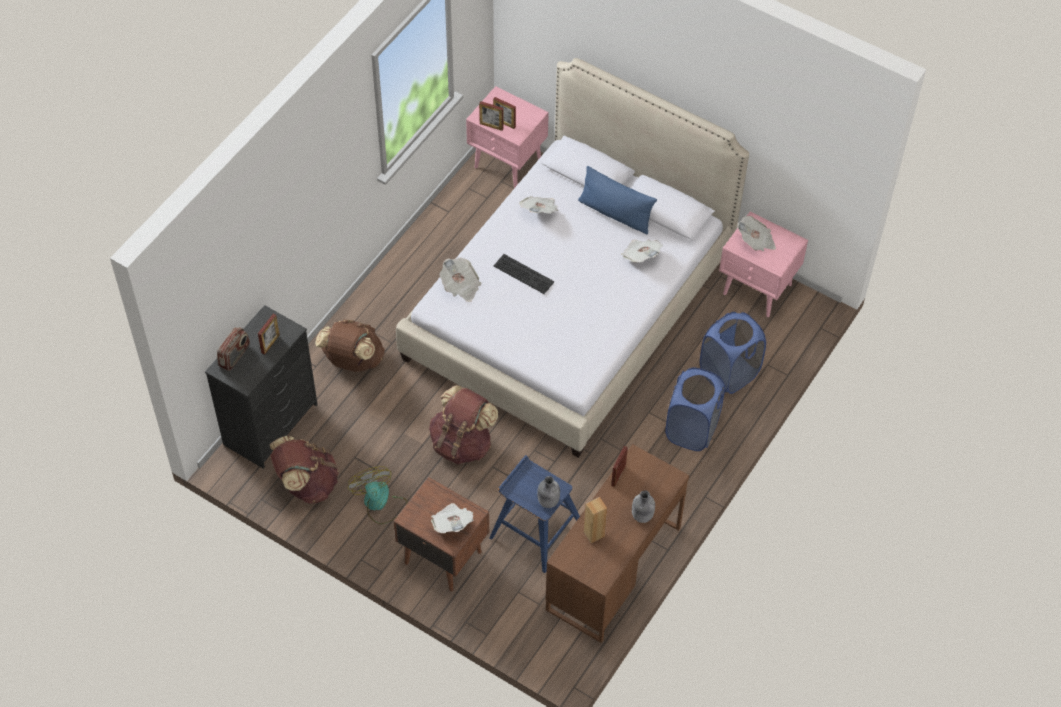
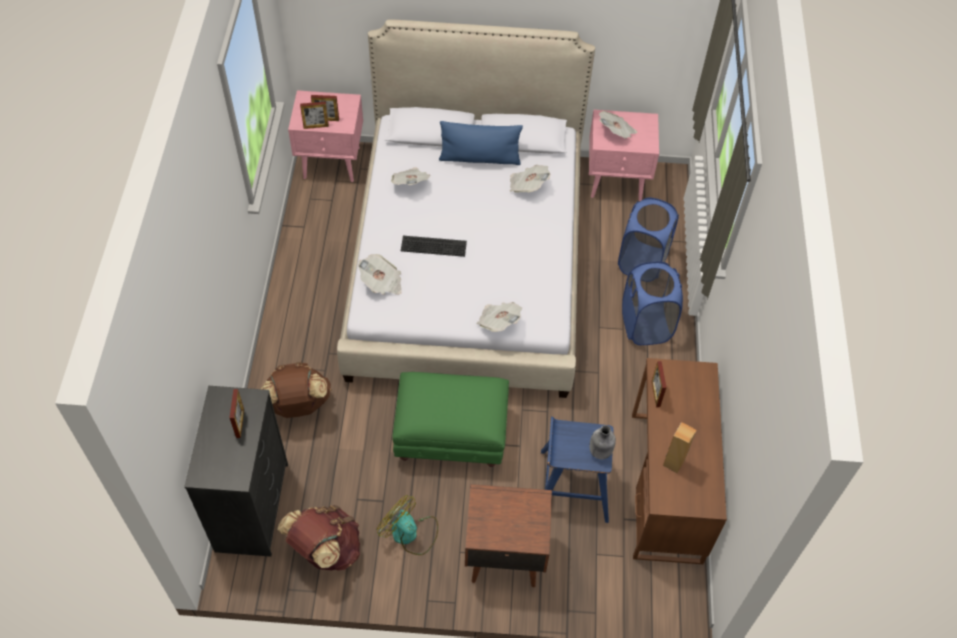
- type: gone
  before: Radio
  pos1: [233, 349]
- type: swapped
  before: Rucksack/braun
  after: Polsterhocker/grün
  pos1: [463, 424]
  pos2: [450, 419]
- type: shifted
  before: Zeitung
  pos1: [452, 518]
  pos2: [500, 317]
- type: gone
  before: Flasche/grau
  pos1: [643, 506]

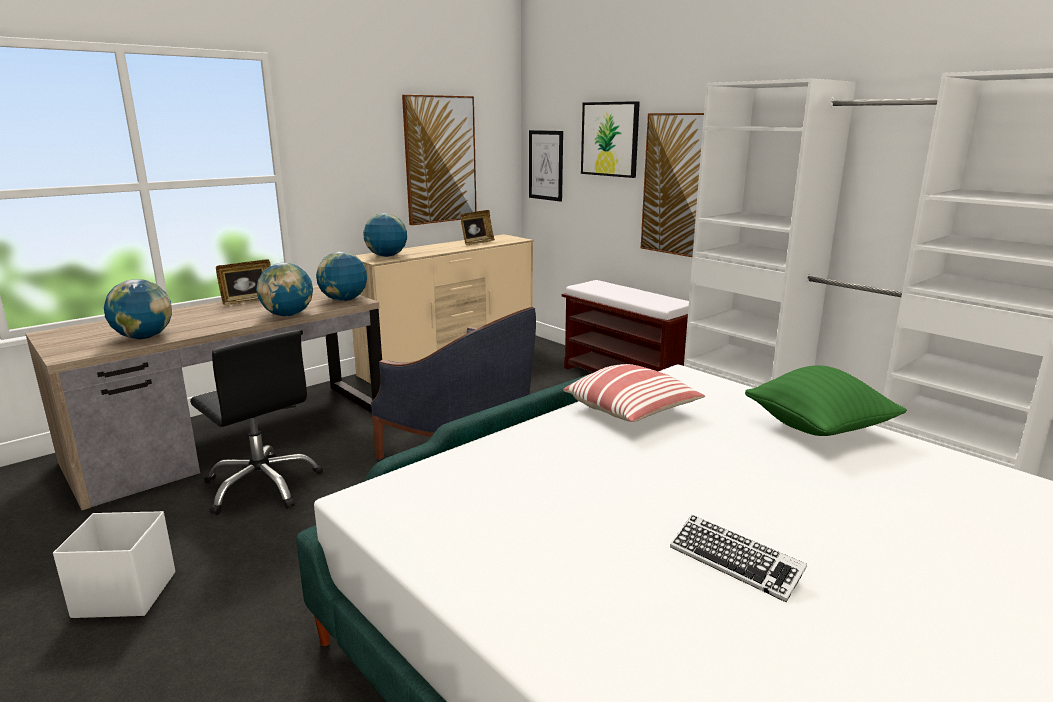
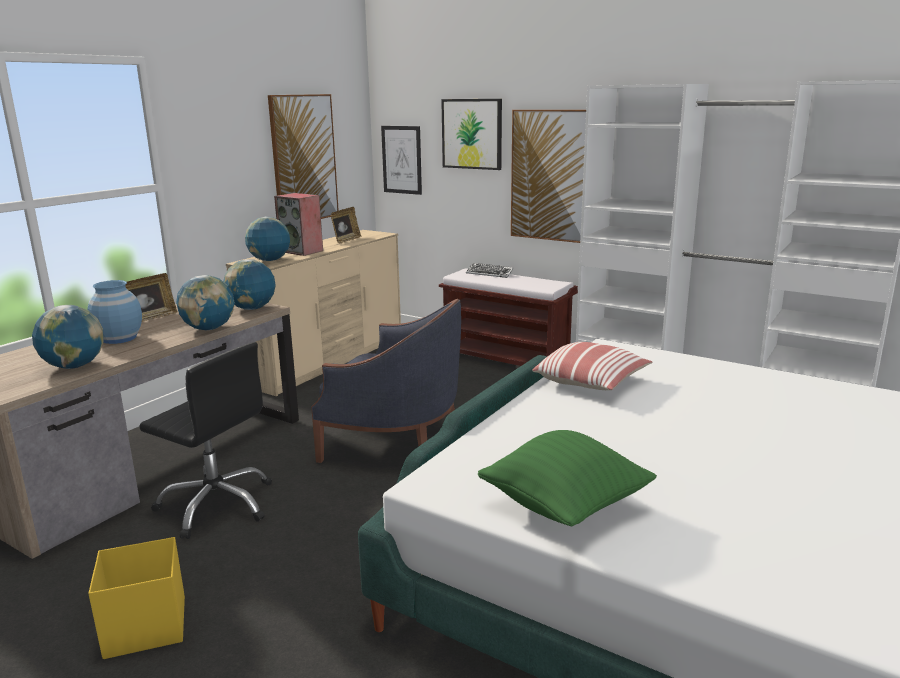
- type: repainted
  before: Aufbewahrungsbox/weiß
  after: Aufbewahrungsbox/gelb
  pos1: [114, 564]
  pos2: [136, 598]
- type: shifted
  before: Tastatur
  pos1: [738, 558]
  pos2: [490, 270]
- type: shifted
  before: Kissen/grün
  pos1: [826, 400]
  pos2: [567, 478]
- type: new
  after: Vase/blau
  pos2: [115, 312]
- type: new
  after: Lautsprecher
  pos2: [298, 224]

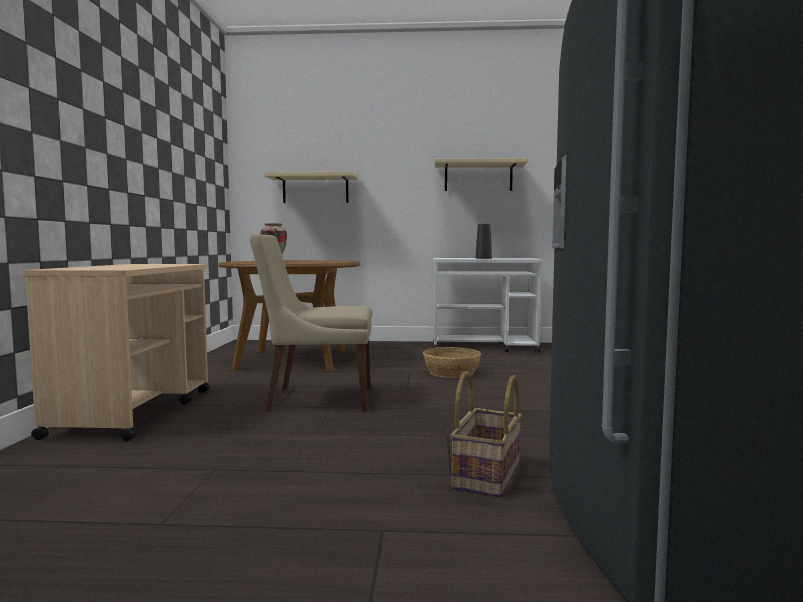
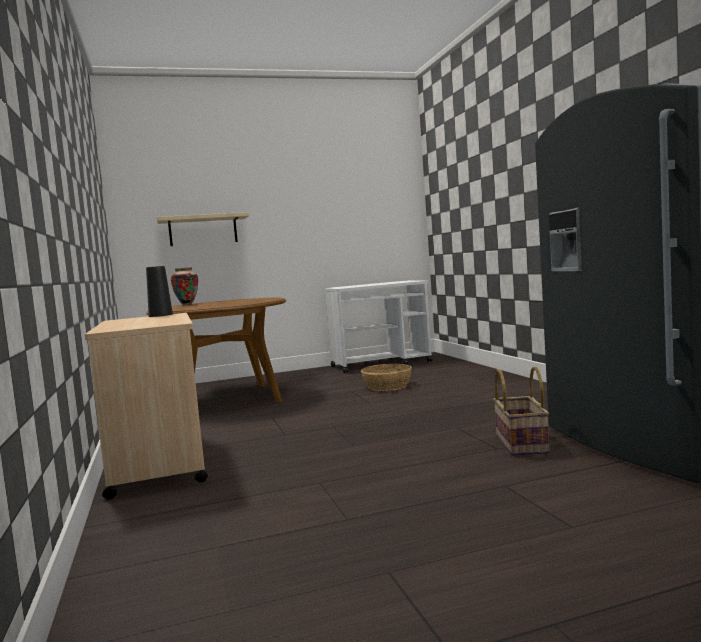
- type: gone
  before: Stuhl/beige
  pos1: [311, 323]
- type: gone
  before: Wandregal/beige
  pos1: [481, 174]
- type: shifted
  before: Vase/schwarz
  pos1: [484, 241]
  pos2: [159, 291]

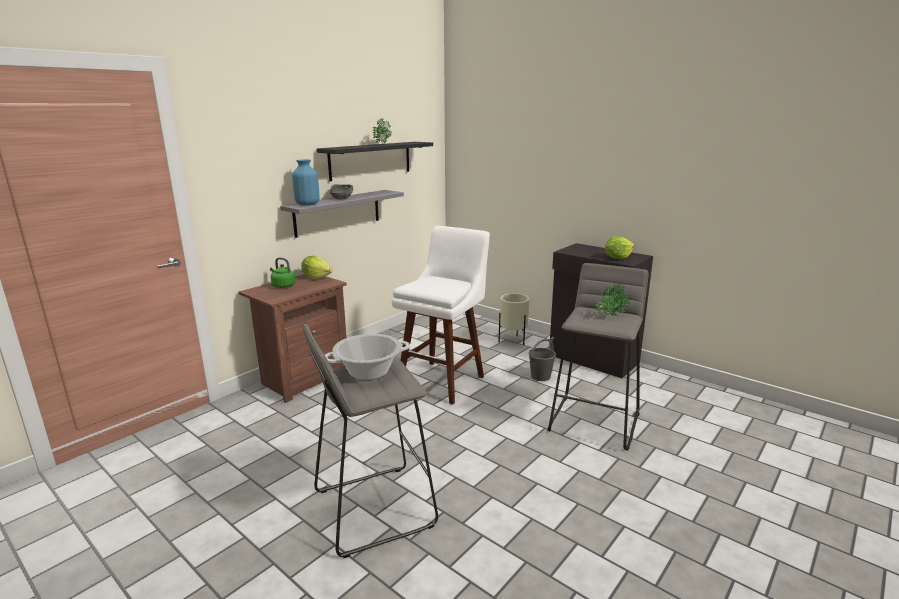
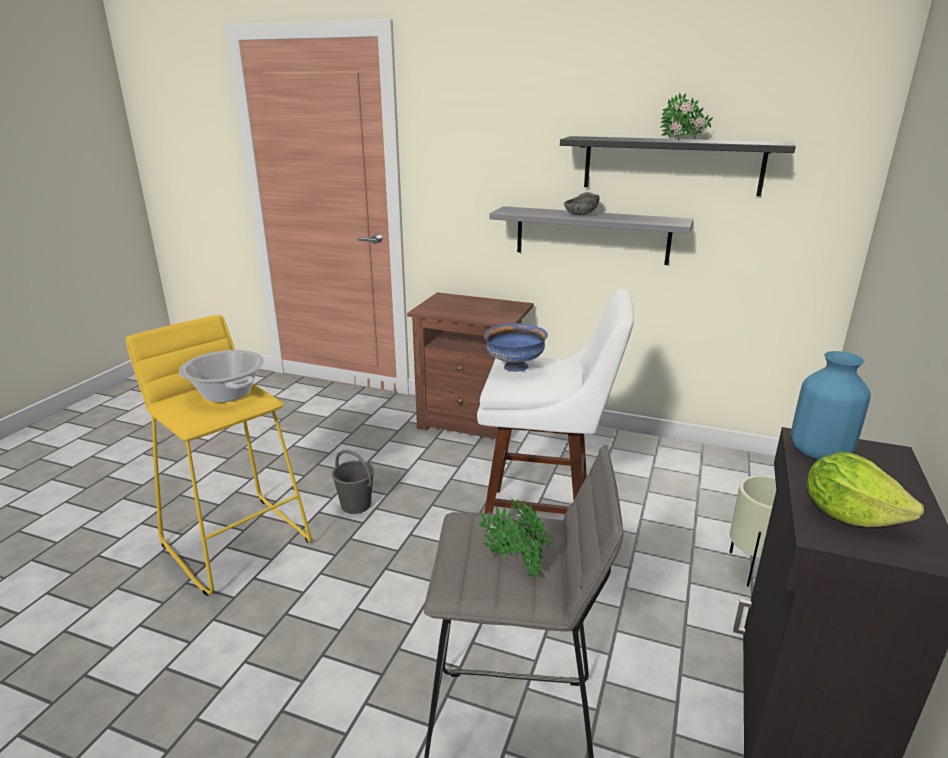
- type: gone
  before: Wasserkessel/grün
  pos1: [283, 273]
- type: shifted
  before: Vase/blau
  pos1: [306, 182]
  pos2: [831, 405]
- type: gone
  before: Salatkopf
  pos1: [316, 267]
- type: repainted
  before: Hocker/grau
  after: Hocker/gelb
  pos1: [370, 441]
  pos2: [219, 455]
- type: shifted
  before: Eimer/grau
  pos1: [542, 360]
  pos2: [353, 482]
- type: new
  after: Schüssel/blau
  pos2: [516, 347]

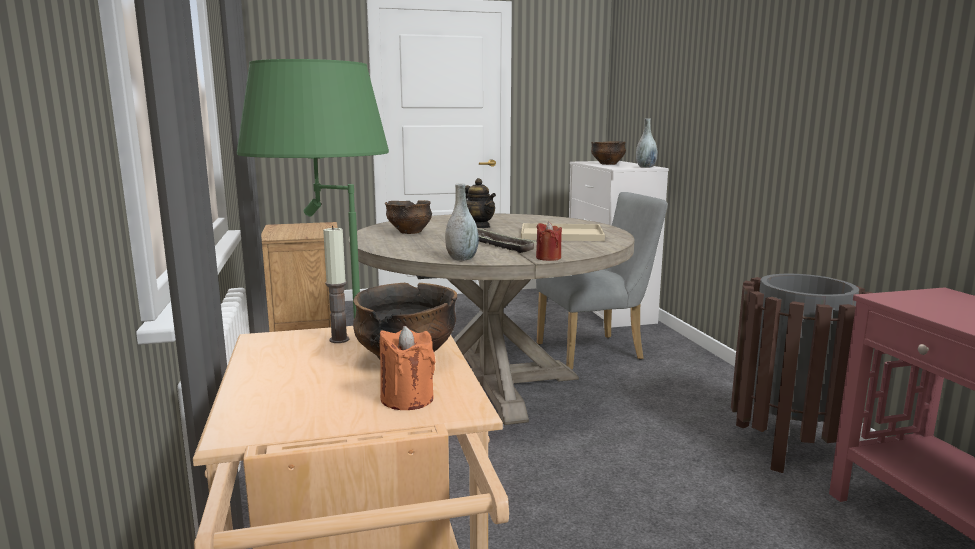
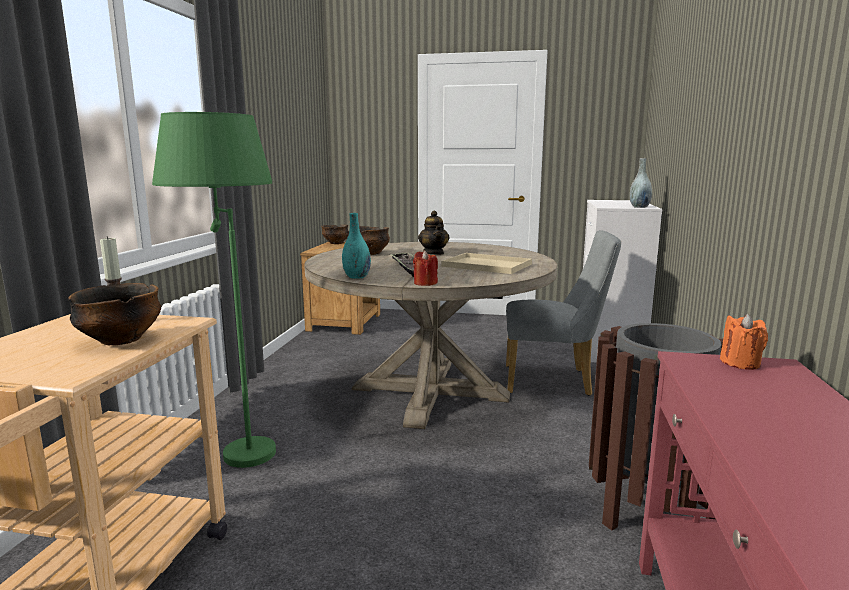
- type: shifted
  before: Kerze/orange
  pos1: [407, 368]
  pos2: [744, 342]
- type: repainted
  before: Vase/grau
  after: Vase/türkis
  pos1: [462, 222]
  pos2: [356, 246]
- type: shifted
  before: Schüssel
  pos1: [608, 153]
  pos2: [335, 234]

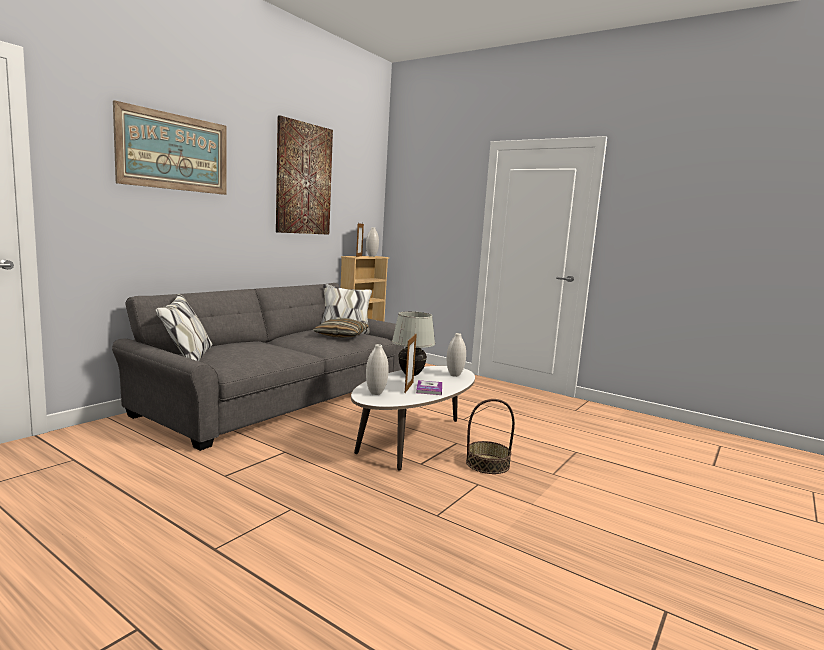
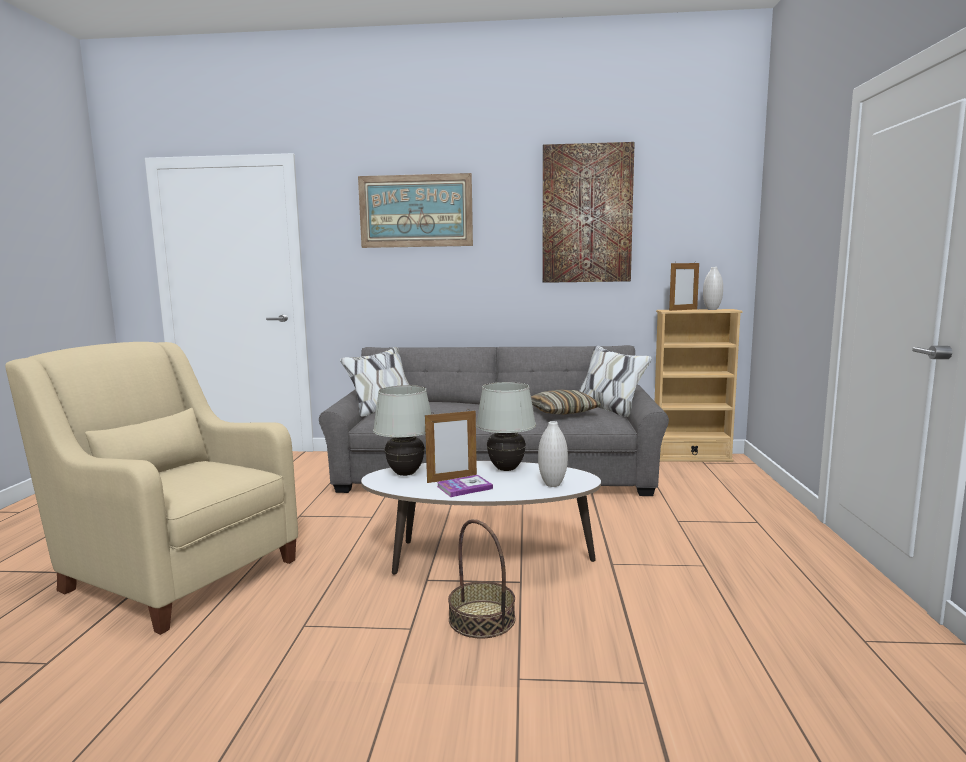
- type: swapped
  before: Vase/weiß
  after: Tischlampe/weiß
  pos1: [377, 369]
  pos2: [402, 430]
- type: new
  after: Sessel/beige
  pos2: [151, 488]

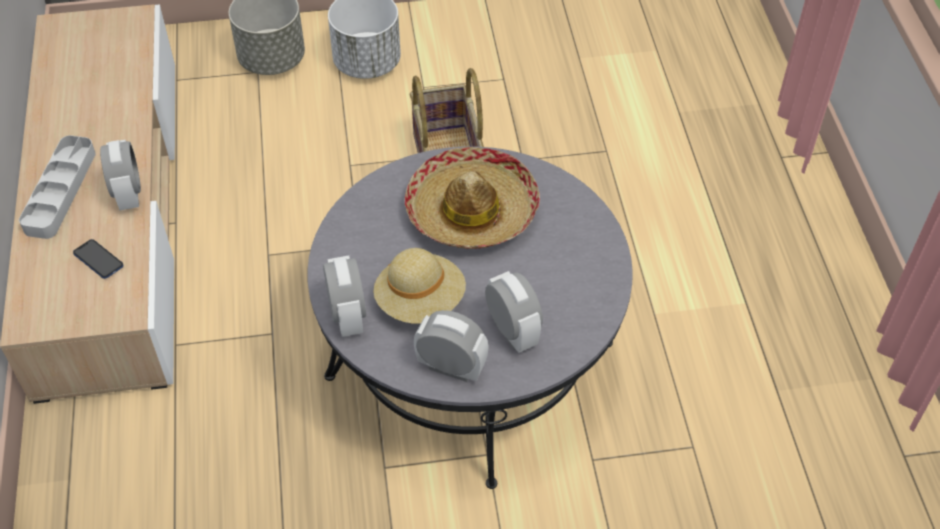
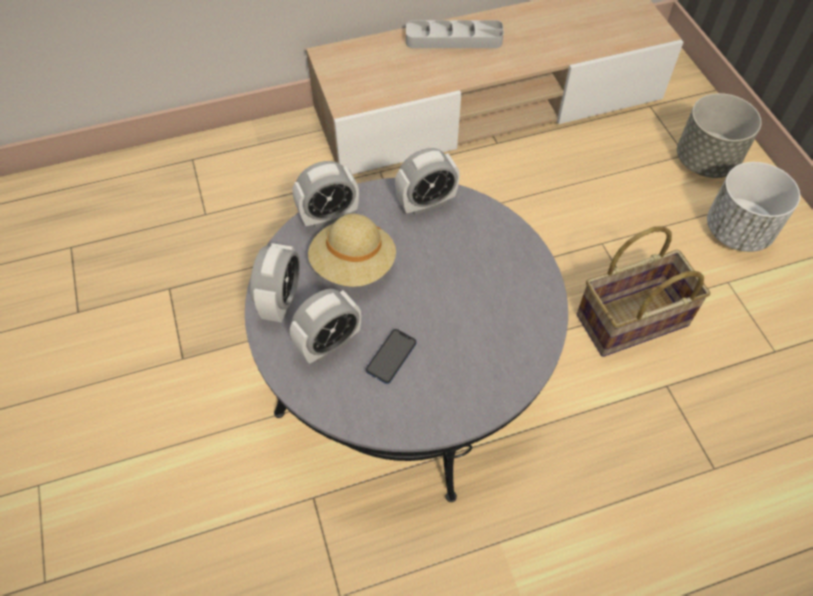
- type: shifted
  before: Handy
  pos1: [98, 259]
  pos2: [391, 356]
- type: shifted
  before: Wecker
  pos1: [120, 175]
  pos2: [427, 181]
- type: gone
  before: Hut
  pos1: [472, 198]

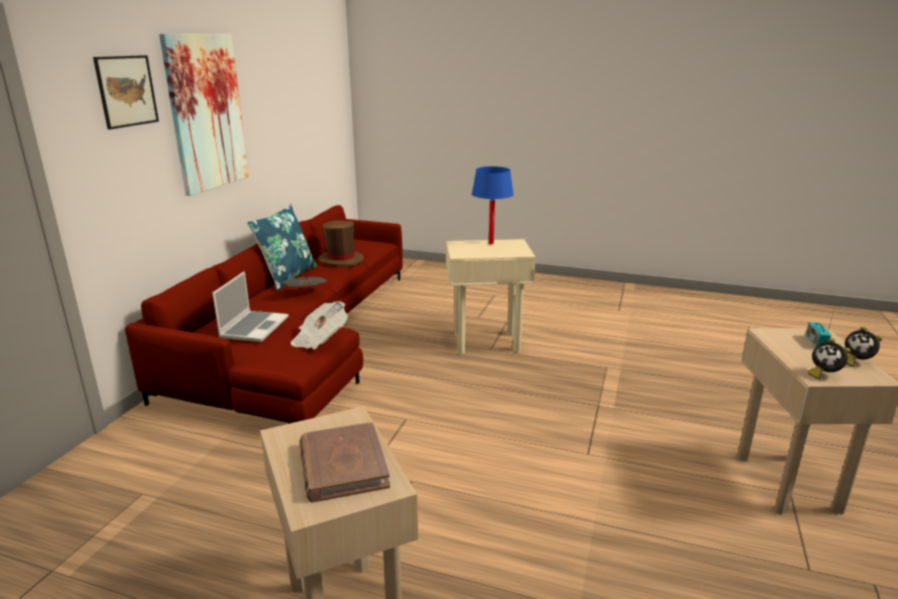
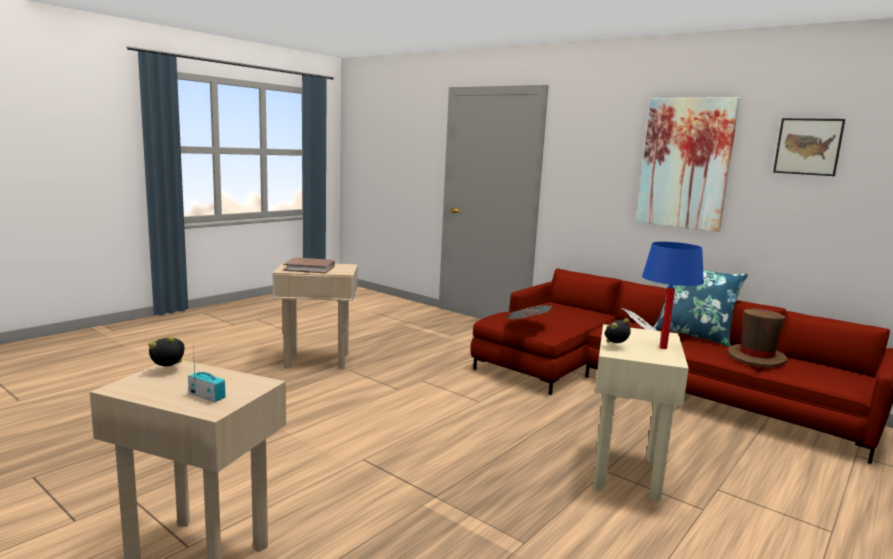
- type: shifted
  before: Bild
  pos1: [126, 92]
  pos2: [809, 147]
- type: gone
  before: Laptop
  pos1: [250, 306]
- type: shifted
  before: Wecker
  pos1: [864, 346]
  pos2: [618, 330]

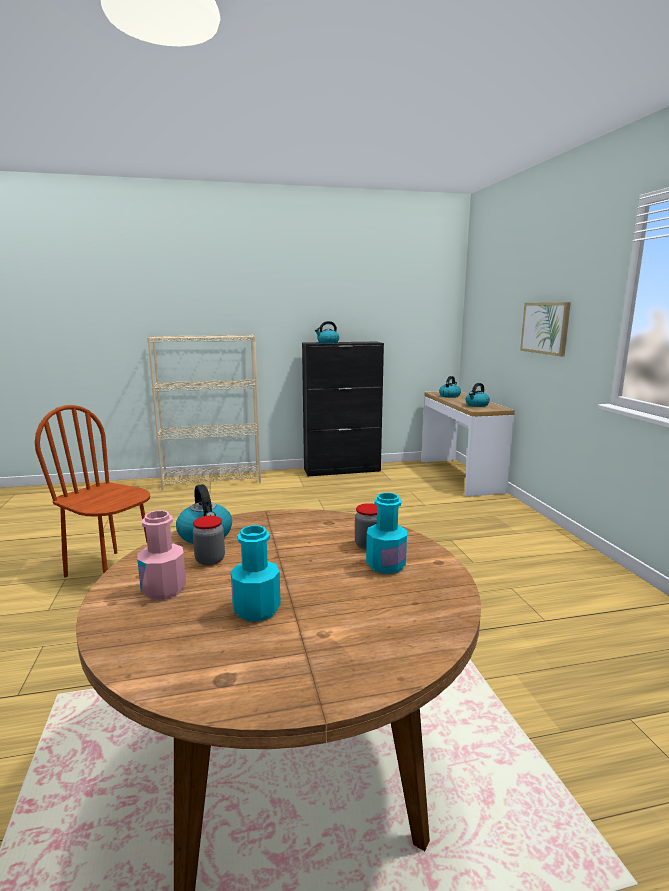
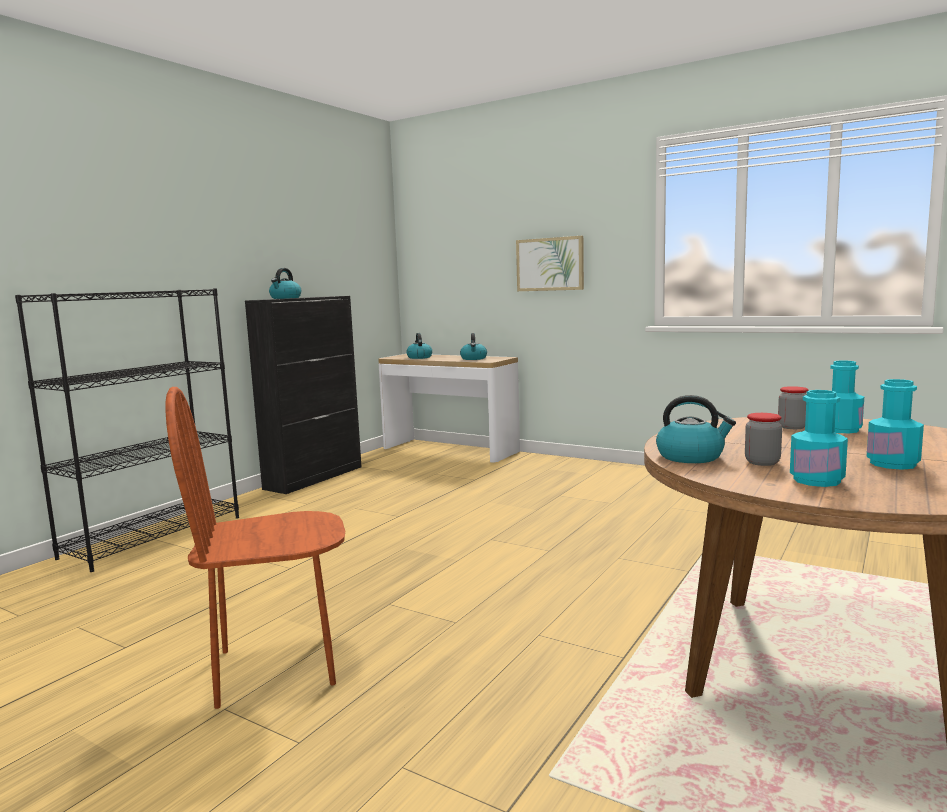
- type: repainted
  before: Flasche/rosa
  after: Flasche/türkis
  pos1: [161, 555]
  pos2: [819, 438]
- type: repainted
  before: Bücherregal/beige
  after: Bücherregal/schwarz
  pos1: [204, 412]
  pos2: [127, 430]

